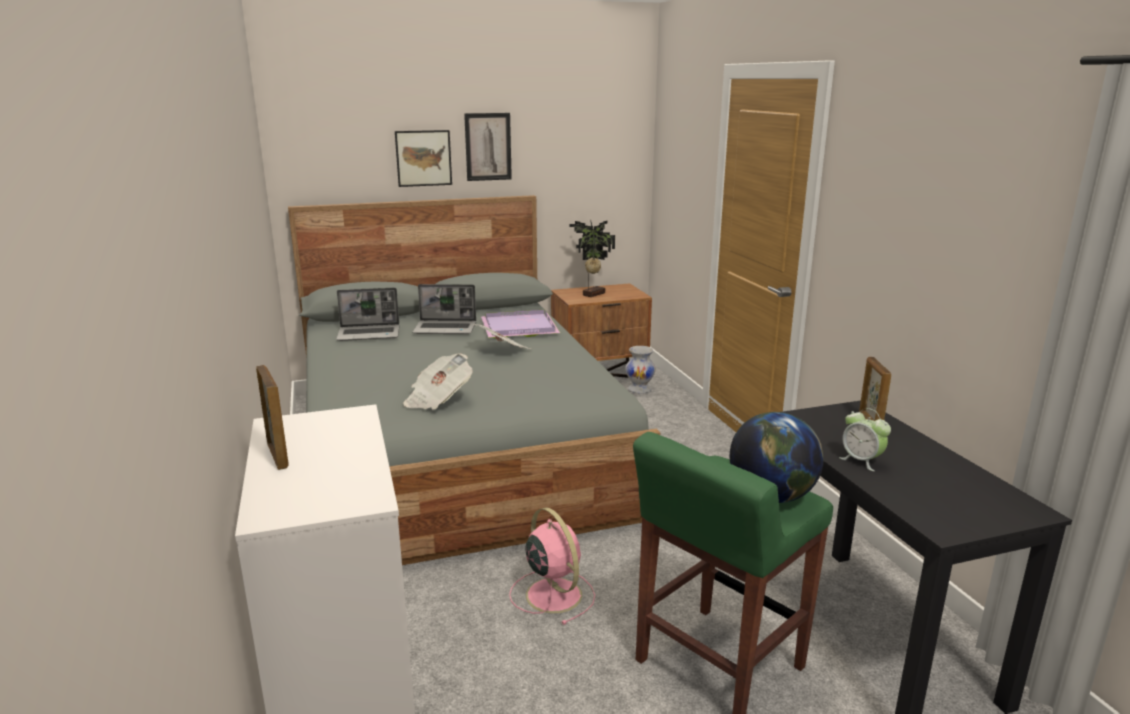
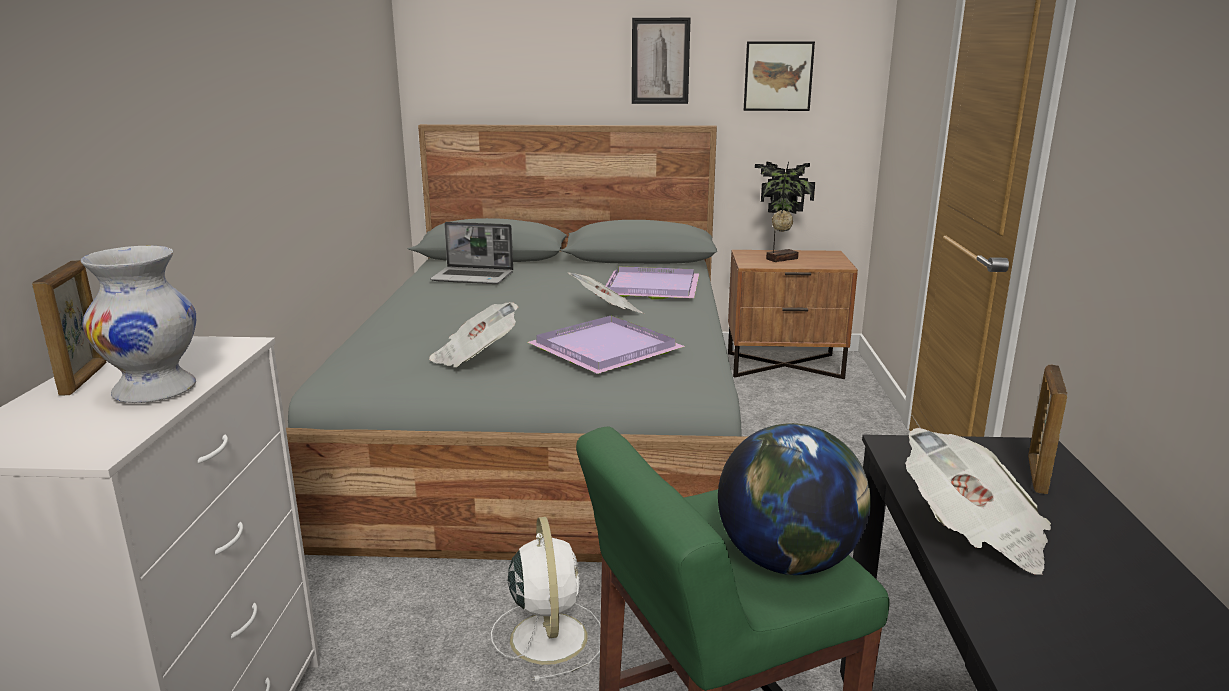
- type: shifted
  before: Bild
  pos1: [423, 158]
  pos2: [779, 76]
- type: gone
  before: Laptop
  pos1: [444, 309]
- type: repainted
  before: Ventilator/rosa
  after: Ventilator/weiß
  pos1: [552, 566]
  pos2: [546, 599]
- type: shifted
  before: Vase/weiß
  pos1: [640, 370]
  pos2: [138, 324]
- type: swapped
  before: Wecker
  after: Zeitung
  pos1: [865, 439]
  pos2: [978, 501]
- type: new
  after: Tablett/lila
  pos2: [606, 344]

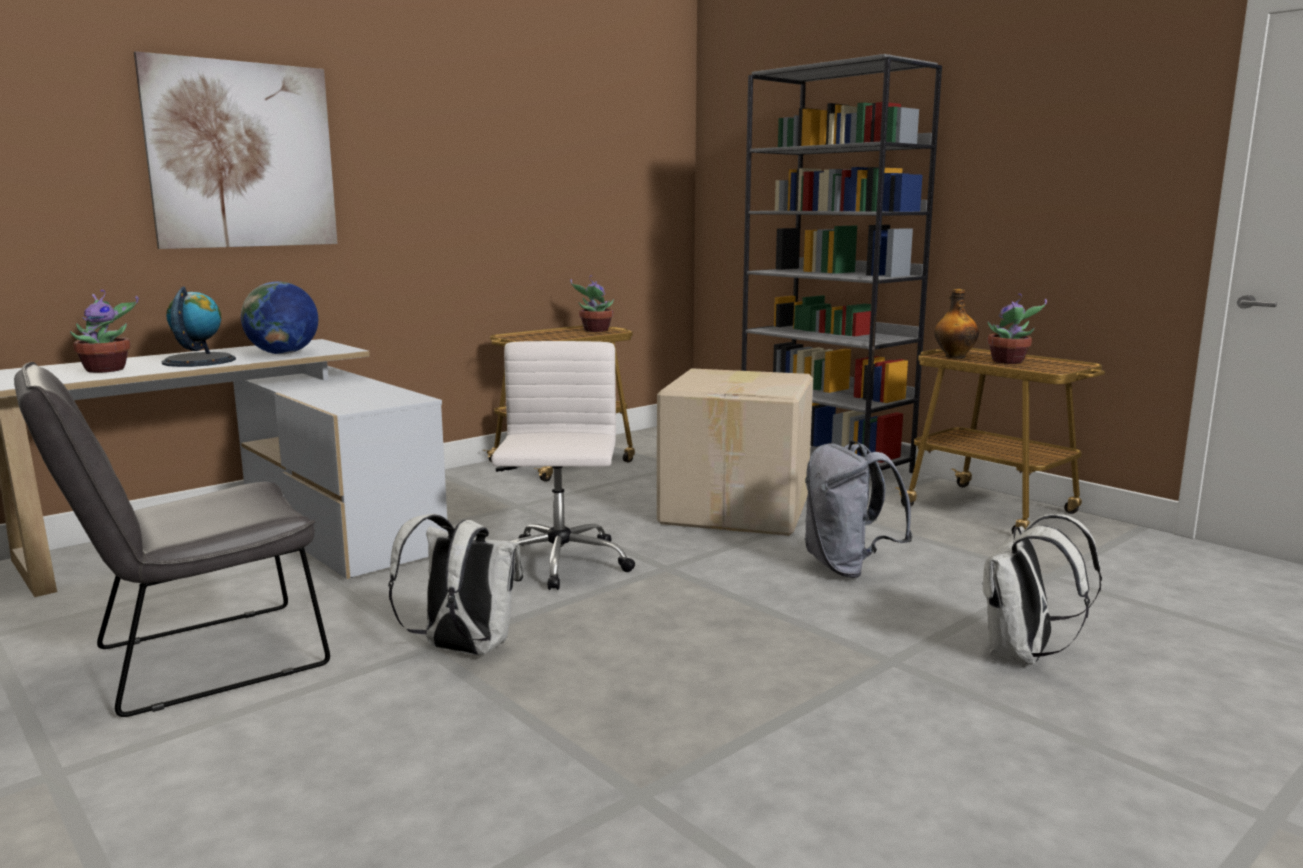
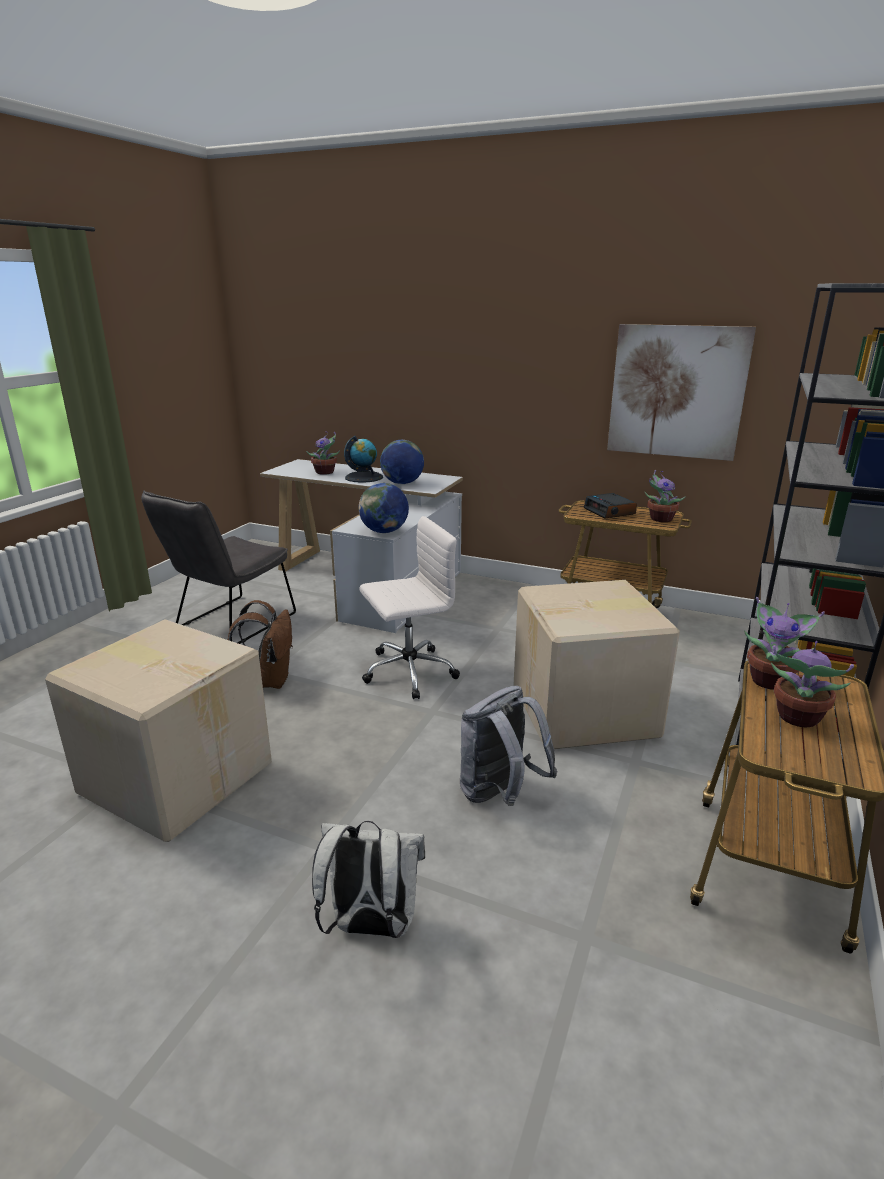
- type: rotated
  before: Stuhl/grau
  pos1: [172, 539]
  pos2: [218, 567]
  turn: -90
- type: shifted
  before: Bild
  pos1: [236, 150]
  pos2: [681, 392]
- type: repainted
  before: Rucksack/weiß
  after: Rucksack/braun
  pos1: [455, 584]
  pos2: [260, 644]
- type: swapped
  before: Flasche
  after: Topfpflanze
  pos1: [956, 323]
  pos2: [784, 643]
- type: new
  after: Karton
  pos2: [158, 730]
- type: new
  after: Globus
  pos2: [384, 508]
- type: new
  after: Wecker
  pos2: [610, 505]

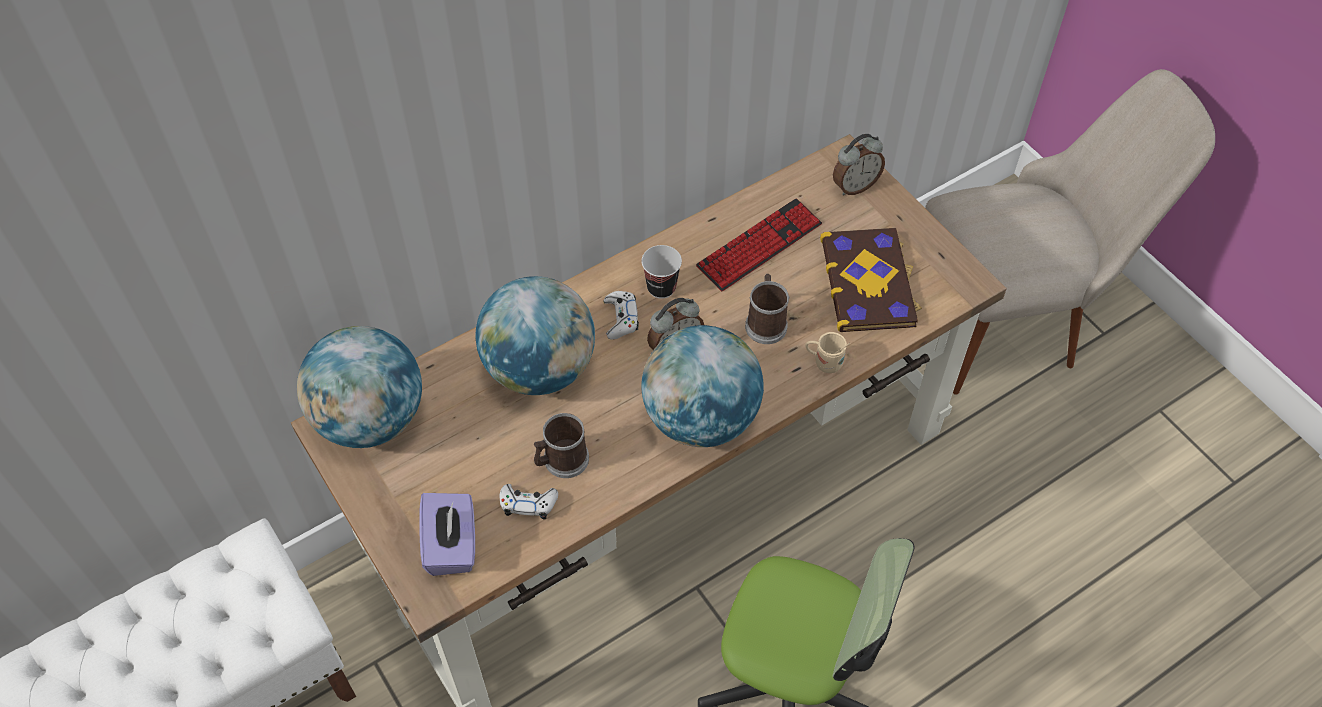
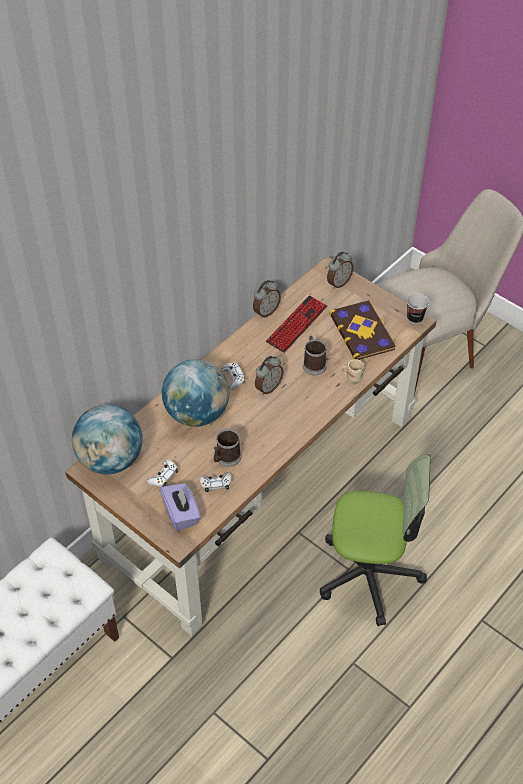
- type: shifted
  before: Tasse
  pos1: [661, 272]
  pos2: [418, 308]
- type: gone
  before: Globus
  pos1: [703, 386]
- type: new
  after: Gamepad/weiß
  pos2: [162, 473]
- type: new
  after: Wecker
  pos2: [267, 299]

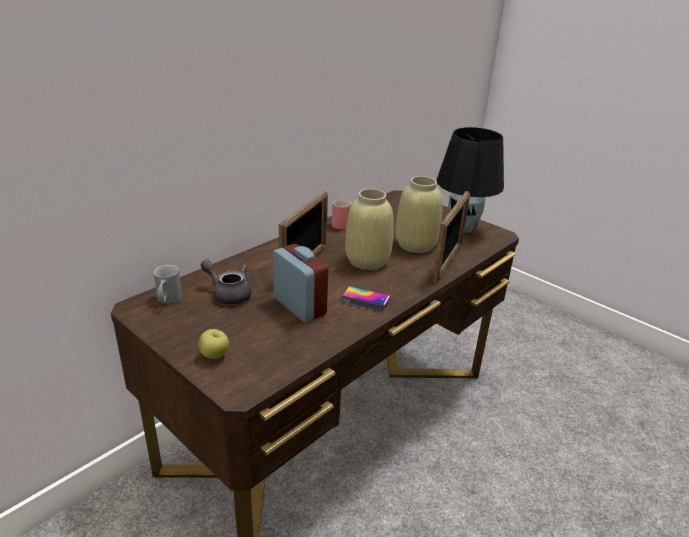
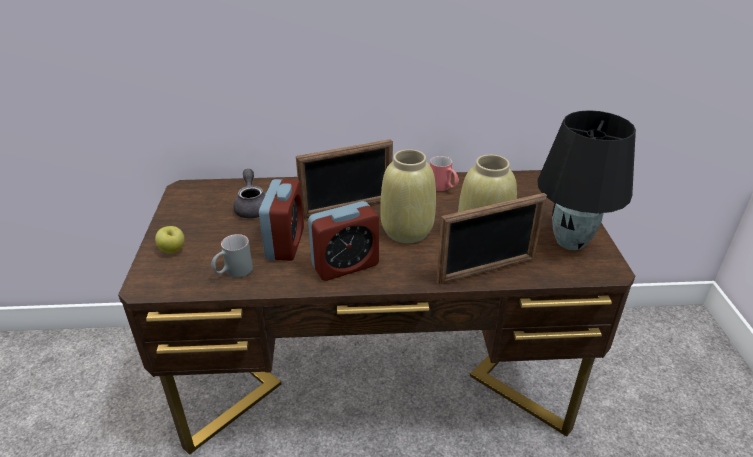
- type: shifted
  before: Henkelbecher/grau
  pos1: [168, 284]
  pos2: [232, 256]
- type: swapped
  before: Handy
  after: Wecker
  pos1: [365, 299]
  pos2: [343, 241]

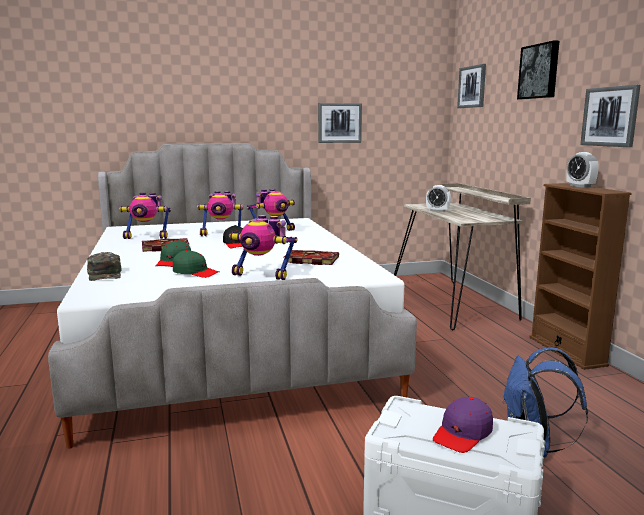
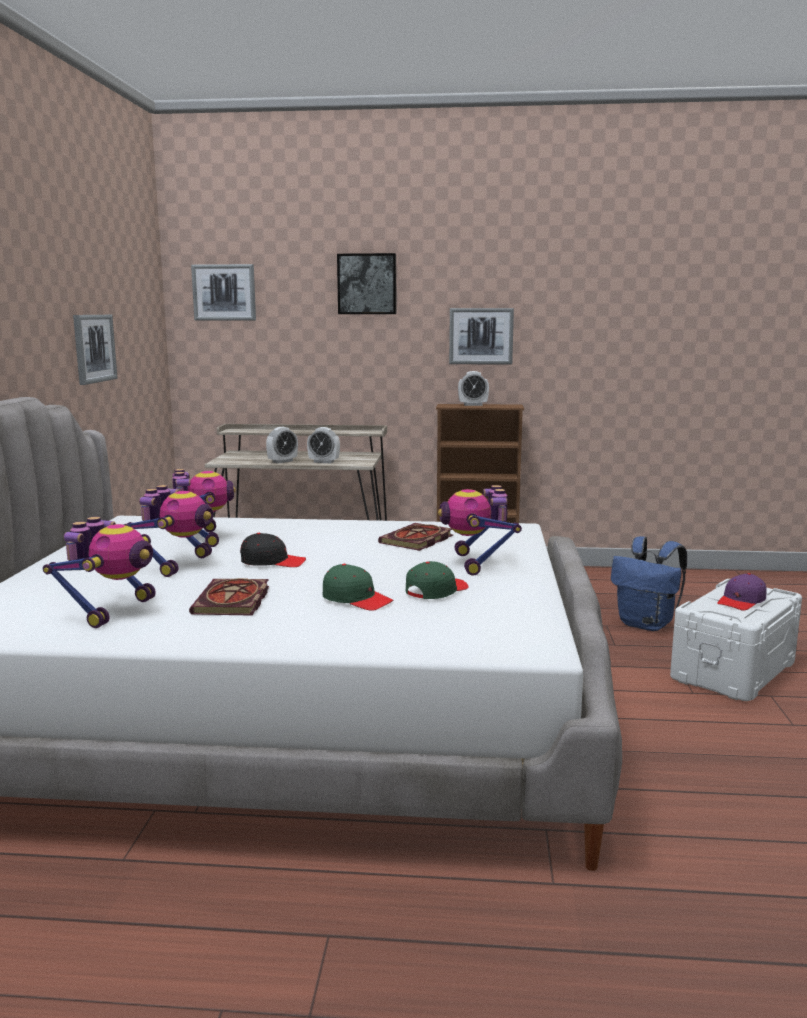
- type: gone
  before: Kappe/grün
  pos1: [104, 266]
- type: rotated
  before: Spielzeugroboter
  pos1: [263, 247]
  pos2: [480, 530]
  turn: 135
- type: rotated
  before: Kappe/lila
  pos1: [463, 425]
  pos2: [742, 592]
  turn: 75
- type: new
  after: Wecker
  pos2: [323, 445]

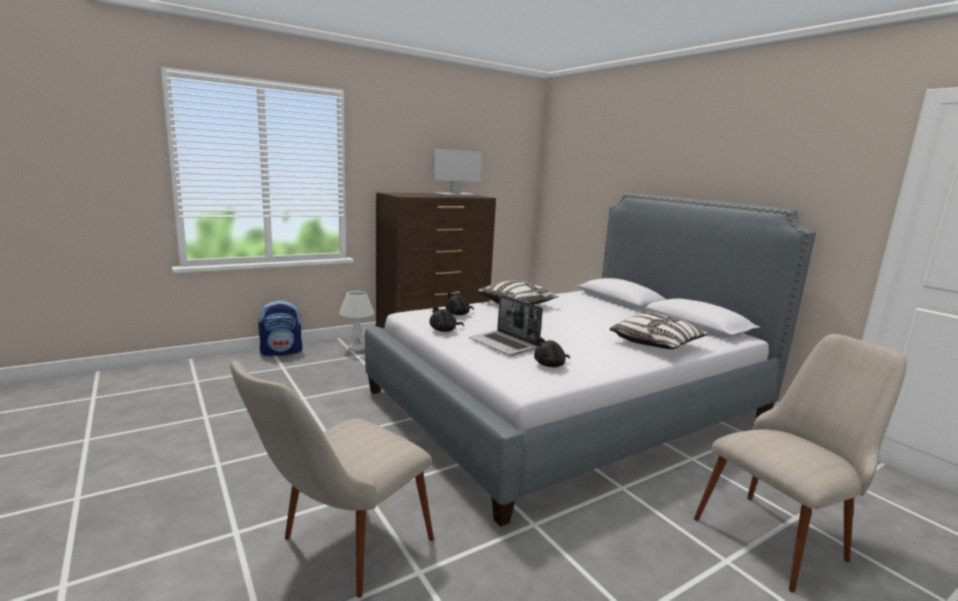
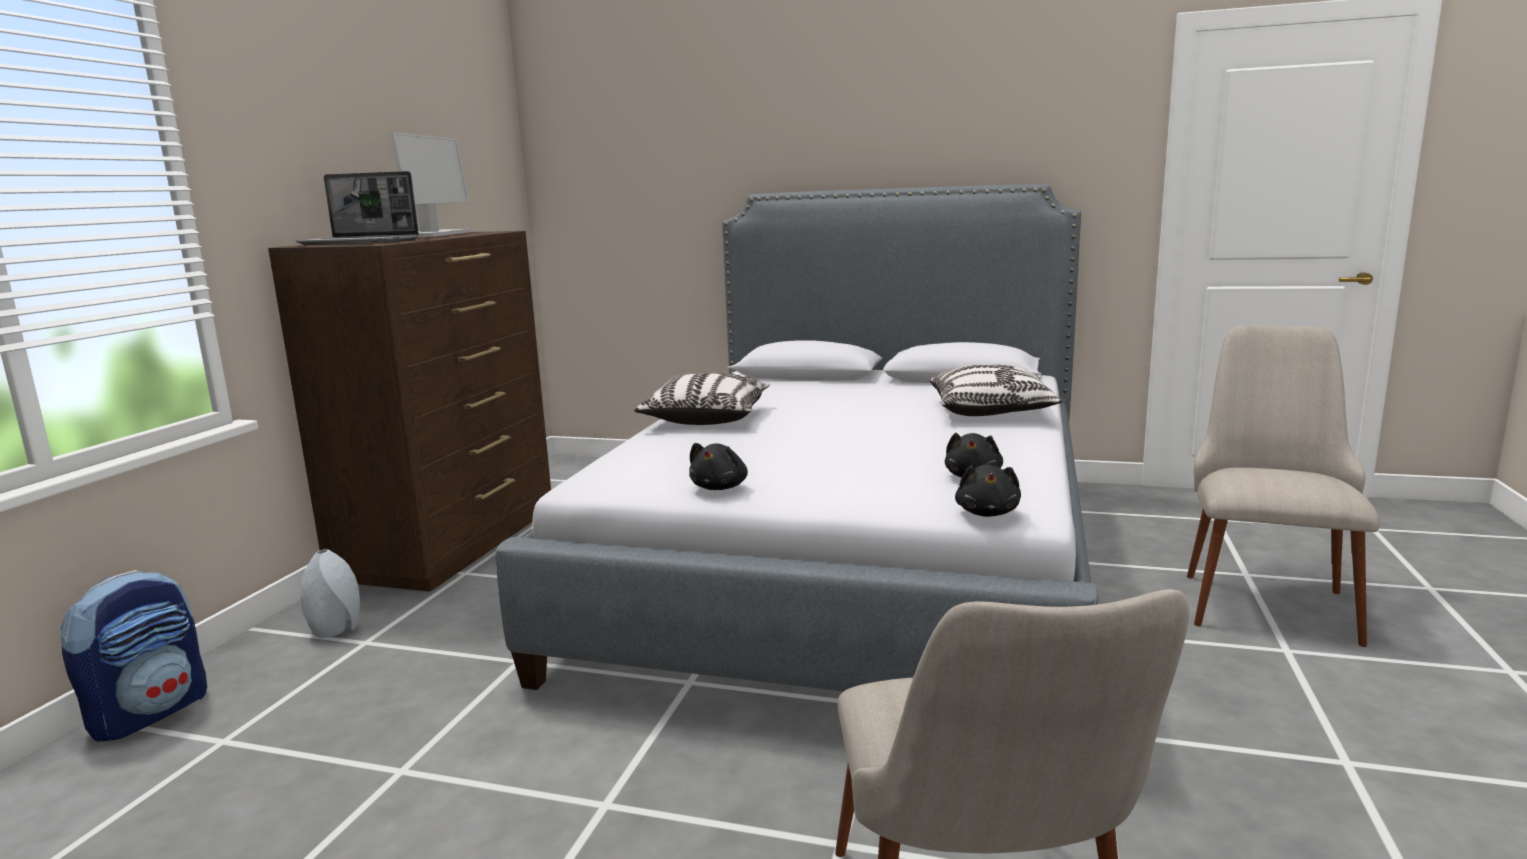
- type: swapped
  before: Tischlampe/weiß
  after: Vase/grau
  pos1: [356, 321]
  pos2: [330, 593]
- type: shifted
  before: Plüschtier/schwarz
  pos1: [459, 303]
  pos2: [988, 490]
- type: shifted
  before: Laptop
  pos1: [506, 325]
  pos2: [357, 208]

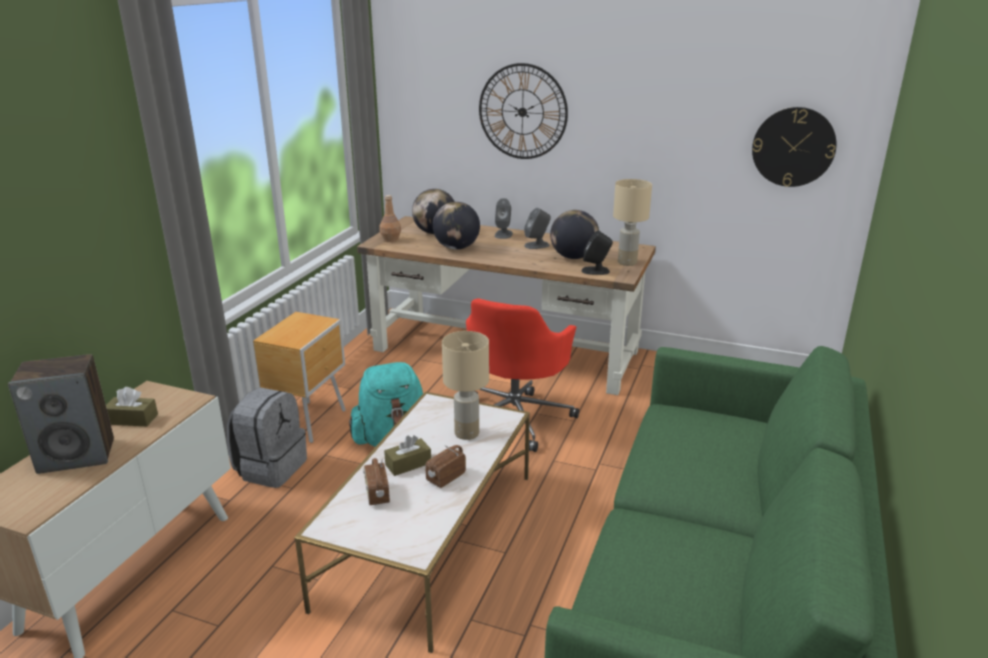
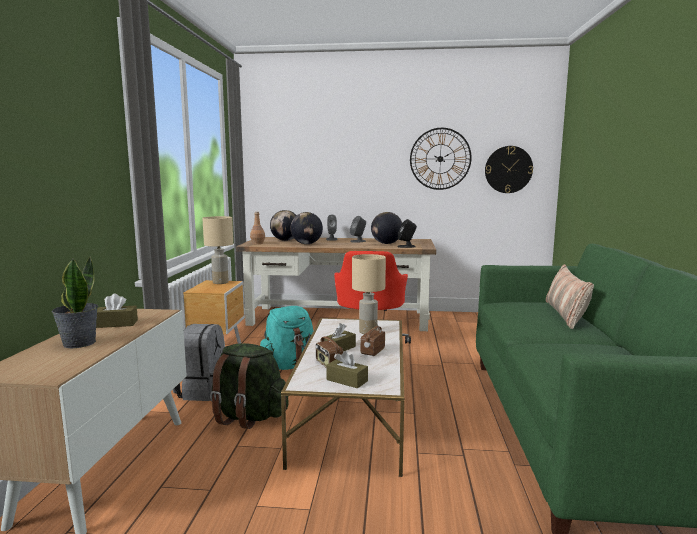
- type: swapped
  before: Lautsprecher
  after: Topfpflanze
  pos1: [61, 414]
  pos2: [75, 302]
- type: shifted
  before: Wanduhr
  pos1: [523, 111]
  pos2: [441, 159]
- type: shifted
  before: Tischlampe/beige
  pos1: [632, 222]
  pos2: [217, 250]
- type: new
  after: Rucksack/grün
  pos2: [249, 386]
- type: new
  after: Taschentuchbox/braun
  pos2: [347, 369]
- type: new
  after: Kissen
  pos2: [570, 296]

